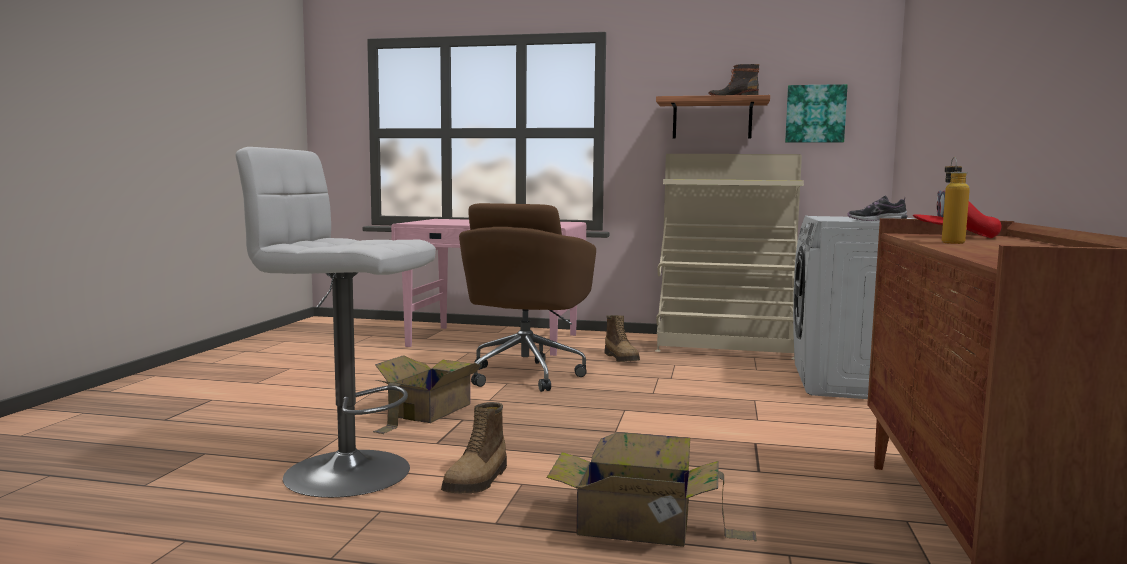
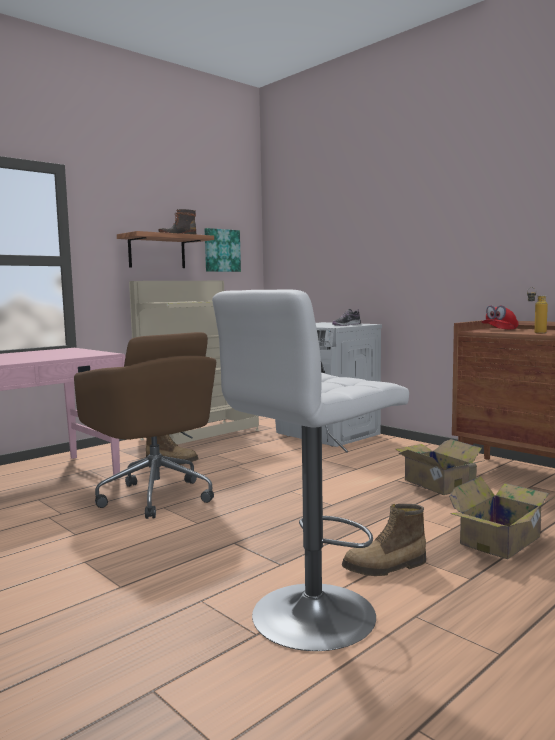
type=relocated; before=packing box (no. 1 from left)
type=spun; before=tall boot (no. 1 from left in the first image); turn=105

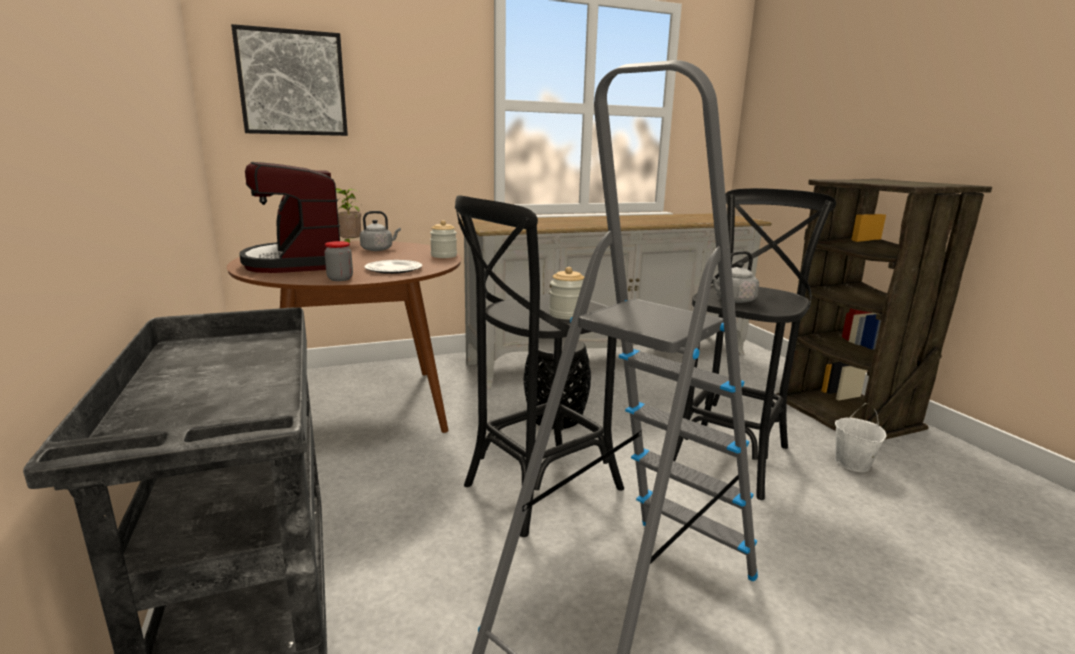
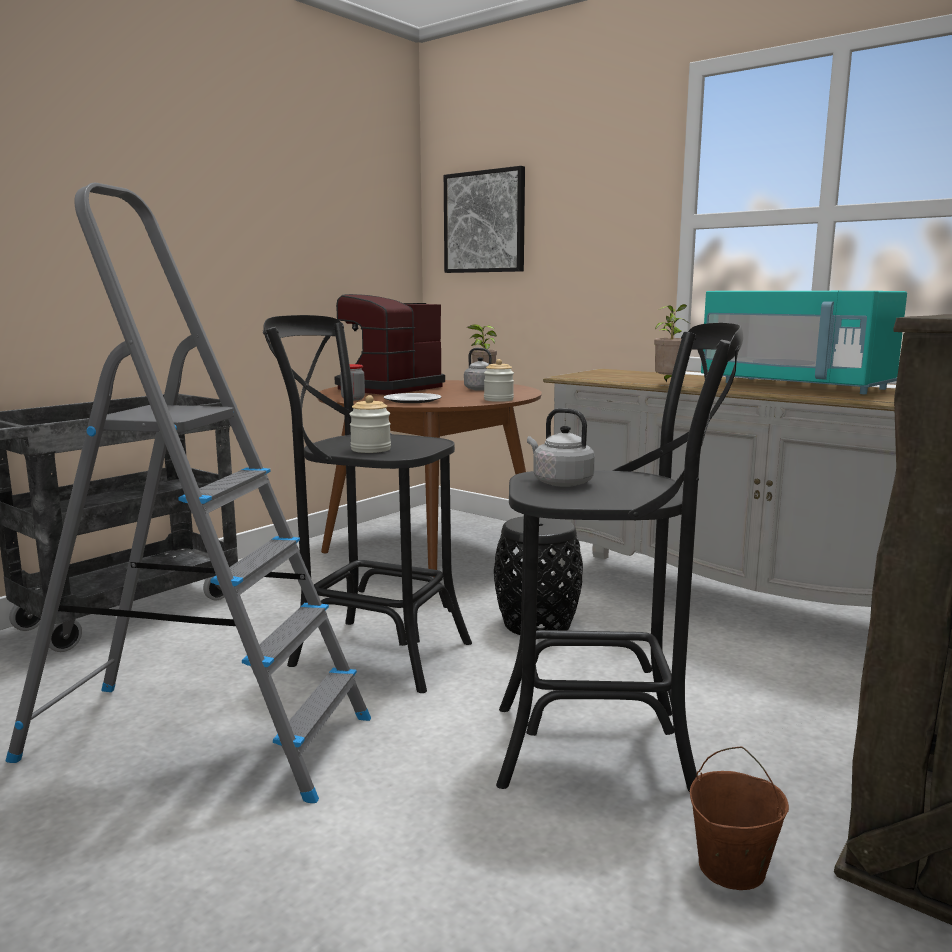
type=colour; before=white-coloured water bucket; after=brown-coloured water bucket
type=appeared; after=houseplant (no. 2 from left)
type=appeared; after=turquoise-coloured kitchen microwave

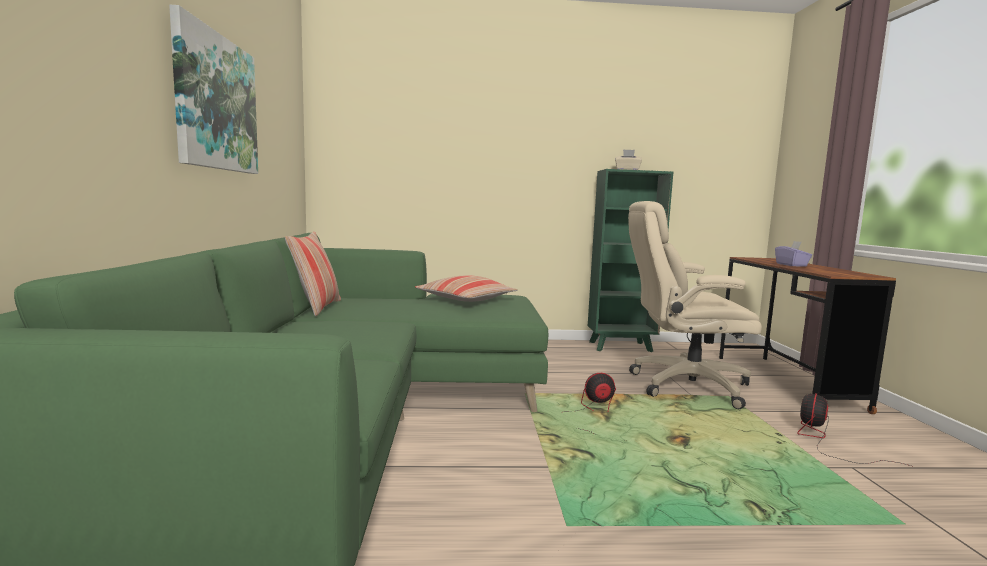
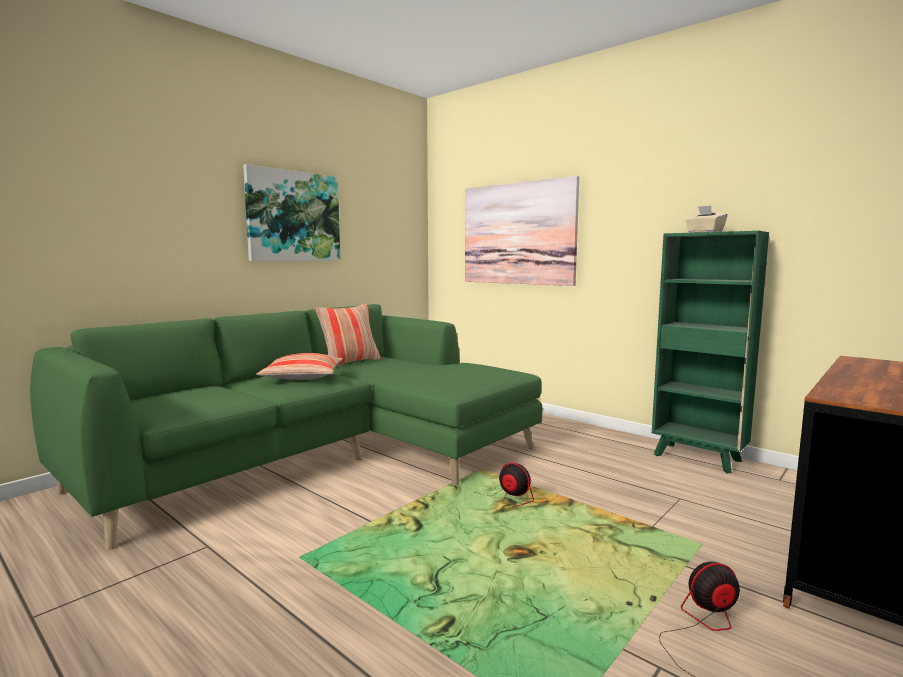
type=relocated; before=throw pillow (no. 2 from left in the first image); after=throw pillow (no. 1 from left)
type=missing; before=sand-coloured office chair
type=missing; before=purple-coloured box of tissues
type=appeared; after=picture (no. 2 from left)

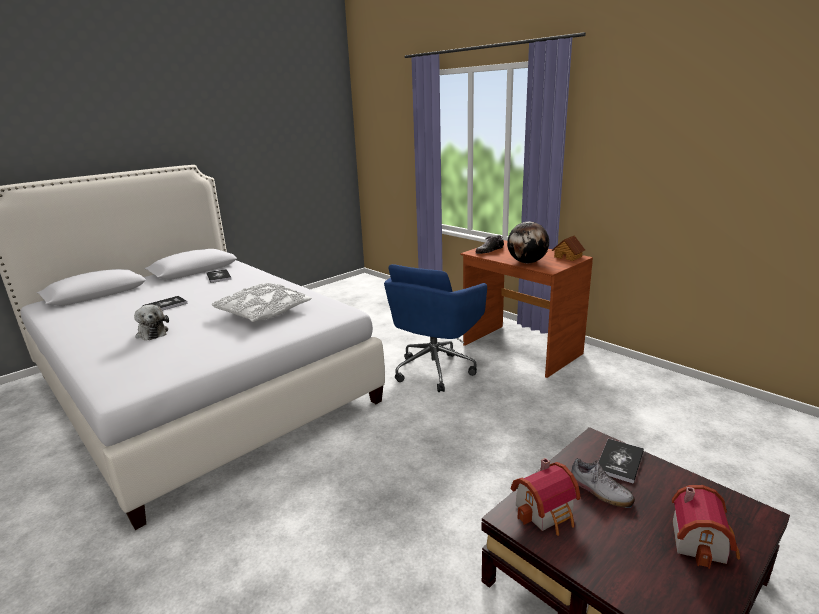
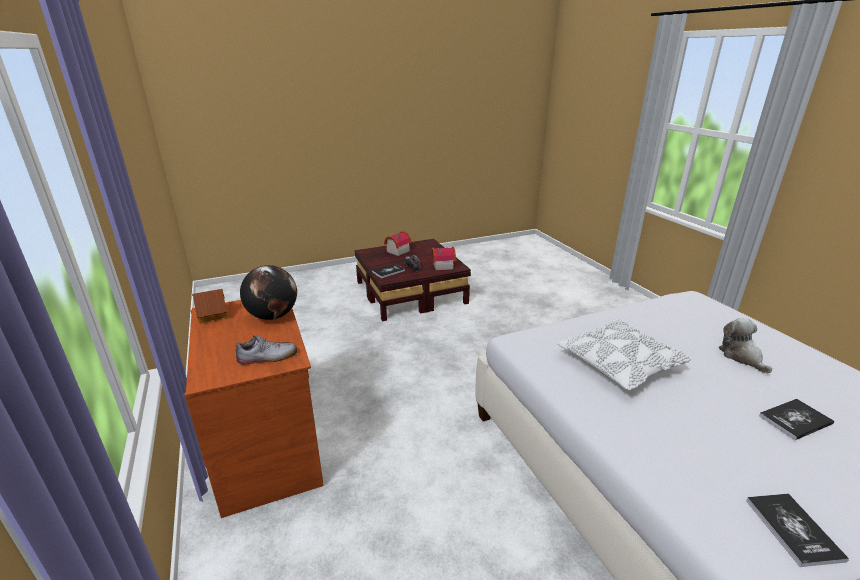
type=missing; before=bluish office chair

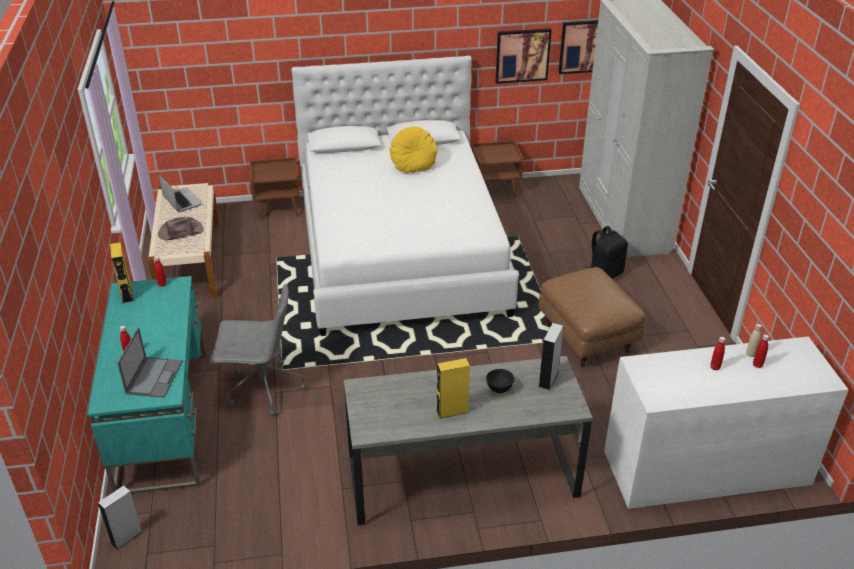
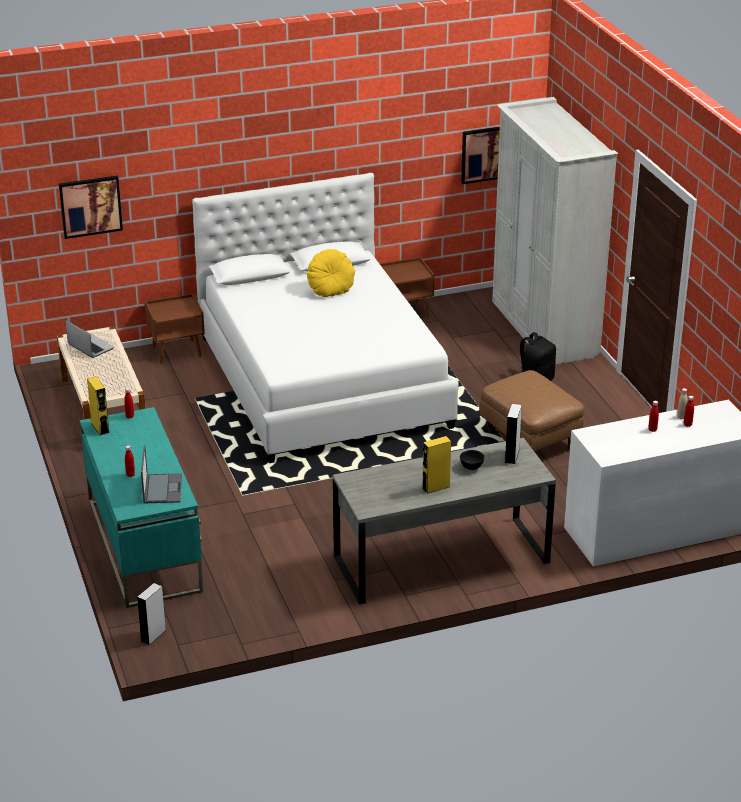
type=missing; before=brown-coloured hat
type=missing; before=greyish office chair
type=relocated; before=picture (no. 1 from left)

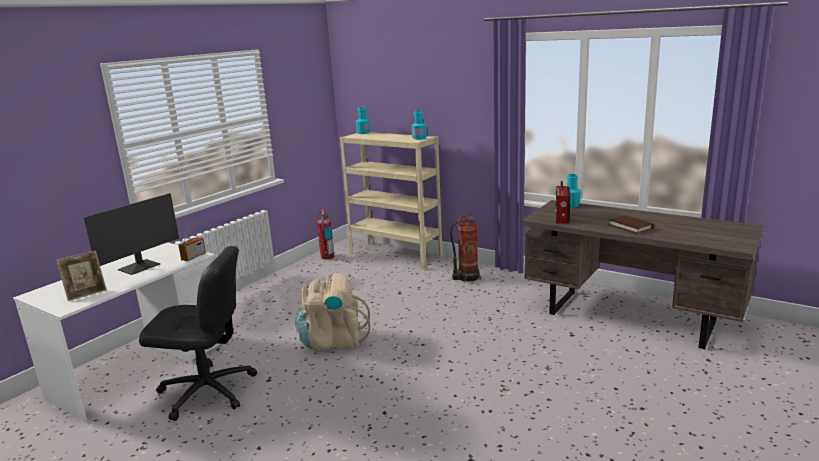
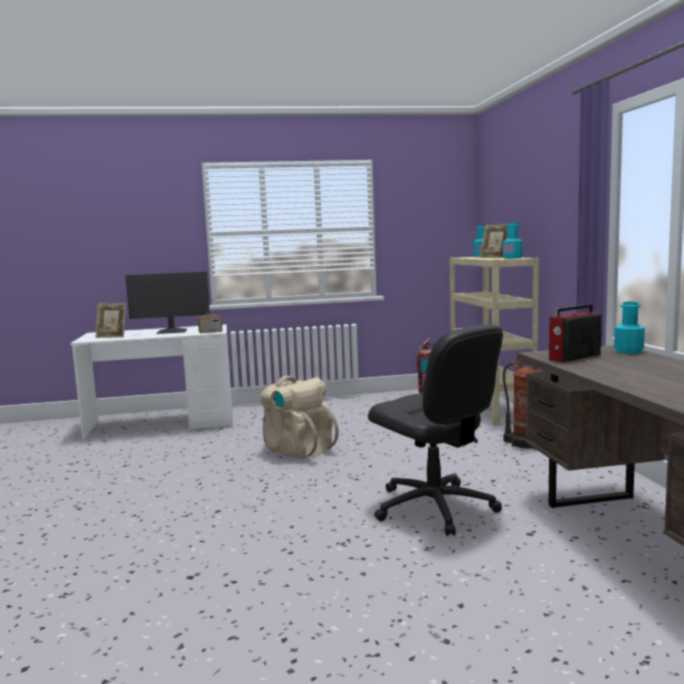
type=relocated; before=blackish office chair
type=missing; before=brown-coloured book
type=appeared; after=photo frame (no. 2 from left)

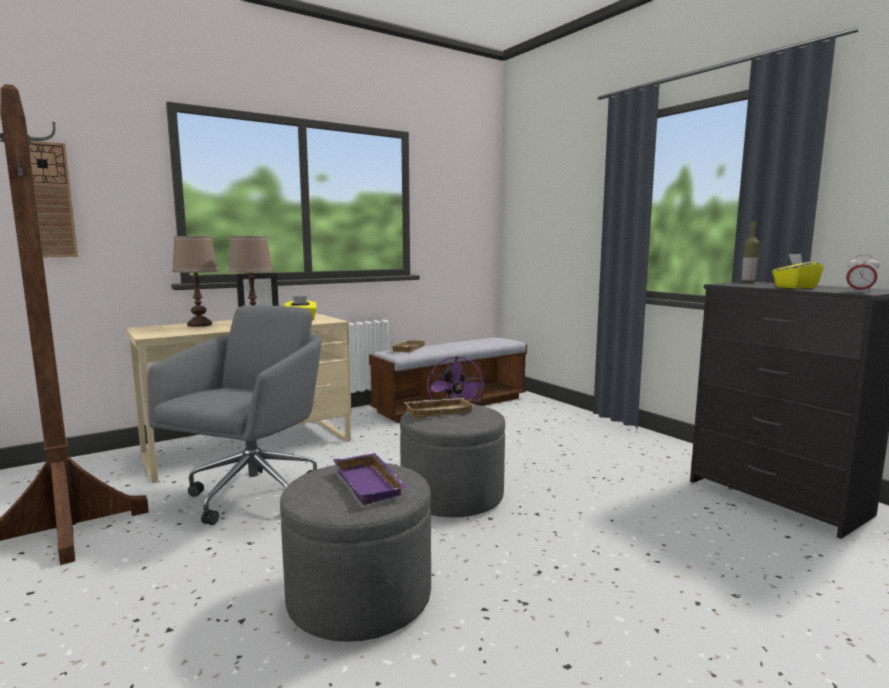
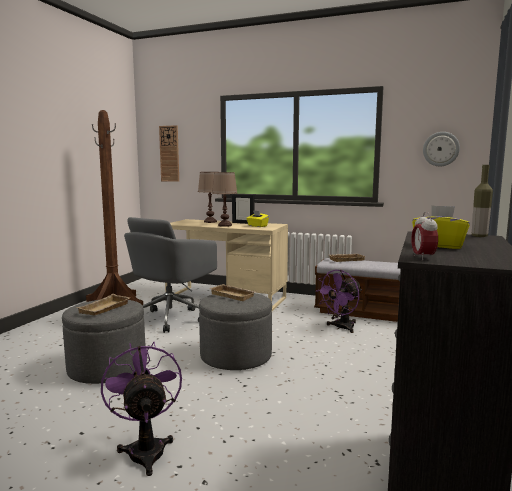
type=spun; before=greyish office chair; turn=135
type=colour; before=purple-coloured carrying tray; after=sand-coloured carrying tray (no. 1 from left)
type=appeared; after=purple-coloured fan (no. 1 from left)
type=appeared; after=clock on the wall (no. 2 from left)

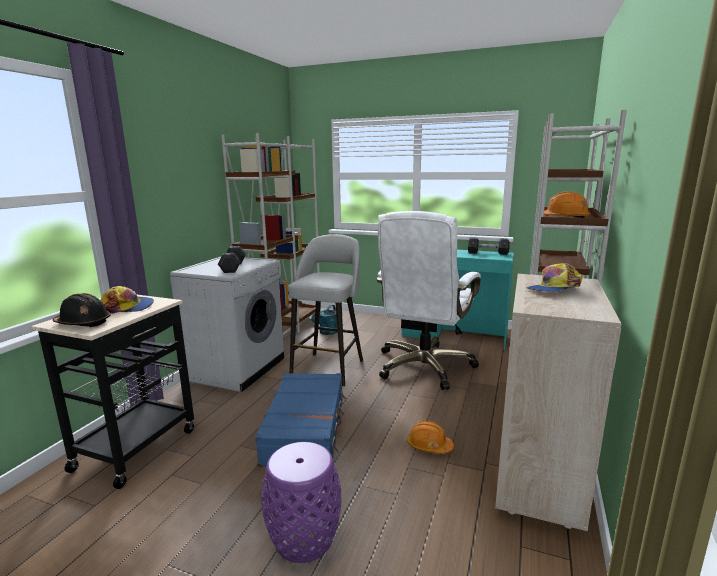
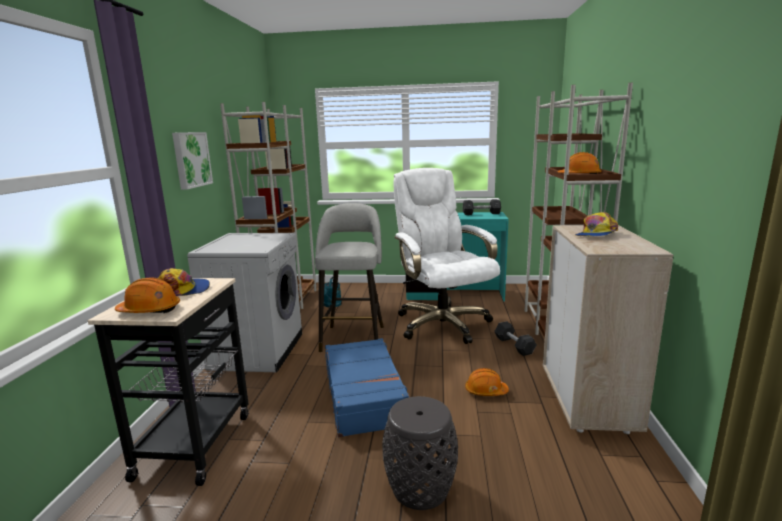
type=colour; before=blackish safety helmet; after=orange-coloured safety helmet (no. 1 from left)
type=relocated; before=greyish dumbbell (no. 1 from left in the first image); after=greyish dumbbell (no. 2 from left)
type=colour; before=purple-coloured sitting stool; after=greyish sitting stool (no. 2 from left)
type=spun; before=white-coloured office chair; turn=150
type=appeared; after=picture

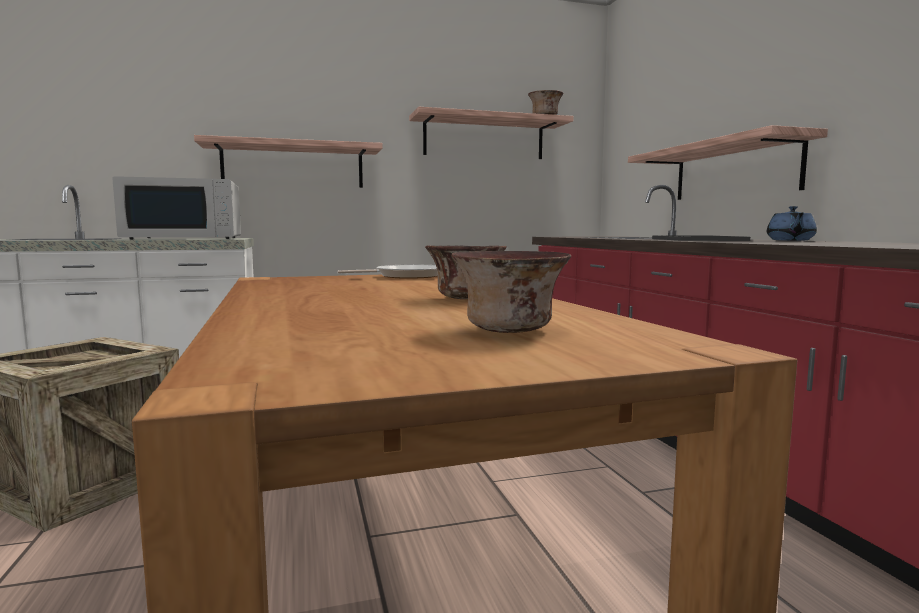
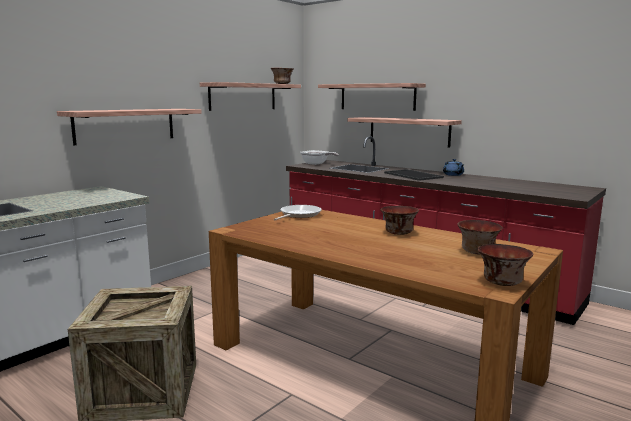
type=missing; before=white-coloured kitchen microwave
type=appeared; after=frying pan (no. 2 from left)
type=appeared; after=shelf (no. 3 from left)
type=appeared; after=serving bowl (no. 4 from left)

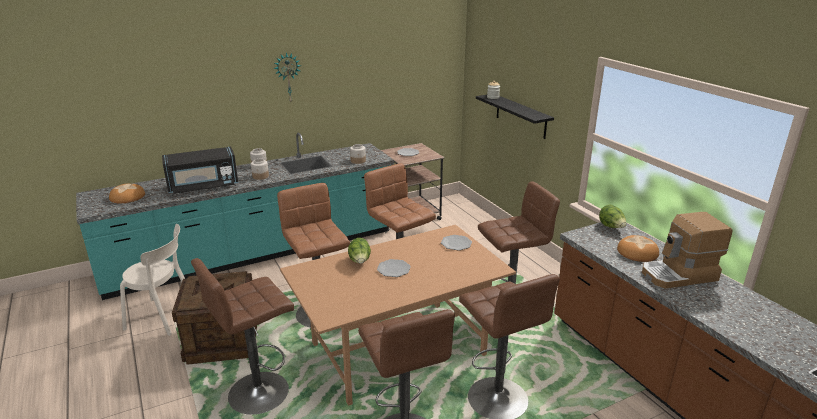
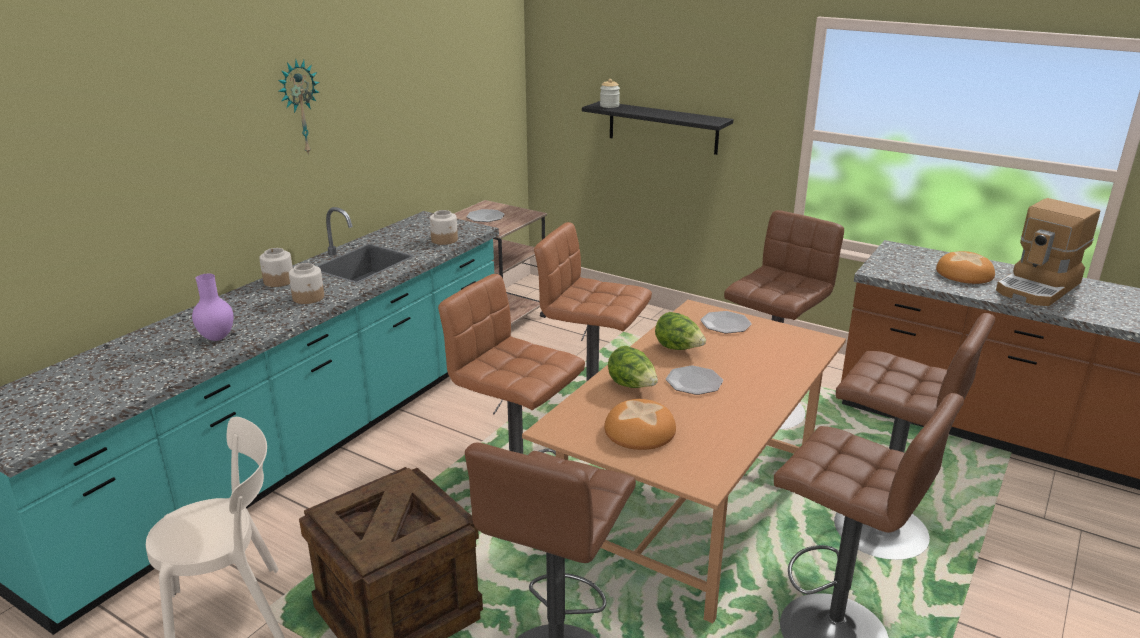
type=relocated; before=bread (no. 1 from left)
type=exchanged; before=blackish kitchen microwave; after=purple-coloured flower vase
type=relocated; before=head of lettuce (no. 2 from left)

